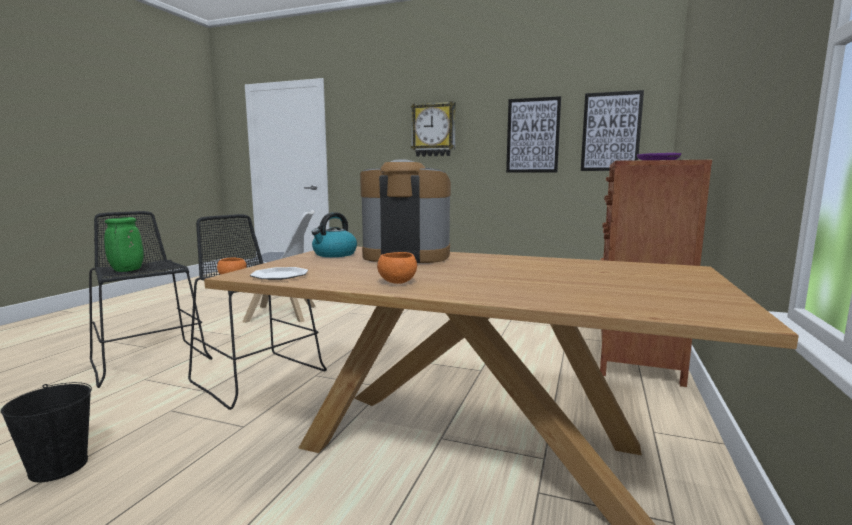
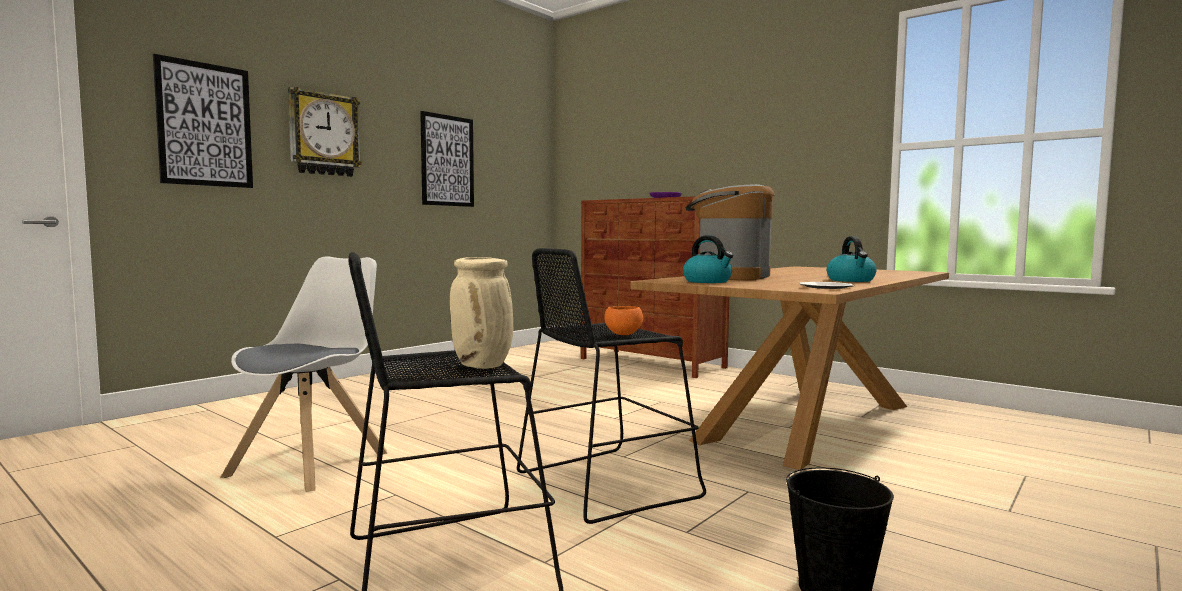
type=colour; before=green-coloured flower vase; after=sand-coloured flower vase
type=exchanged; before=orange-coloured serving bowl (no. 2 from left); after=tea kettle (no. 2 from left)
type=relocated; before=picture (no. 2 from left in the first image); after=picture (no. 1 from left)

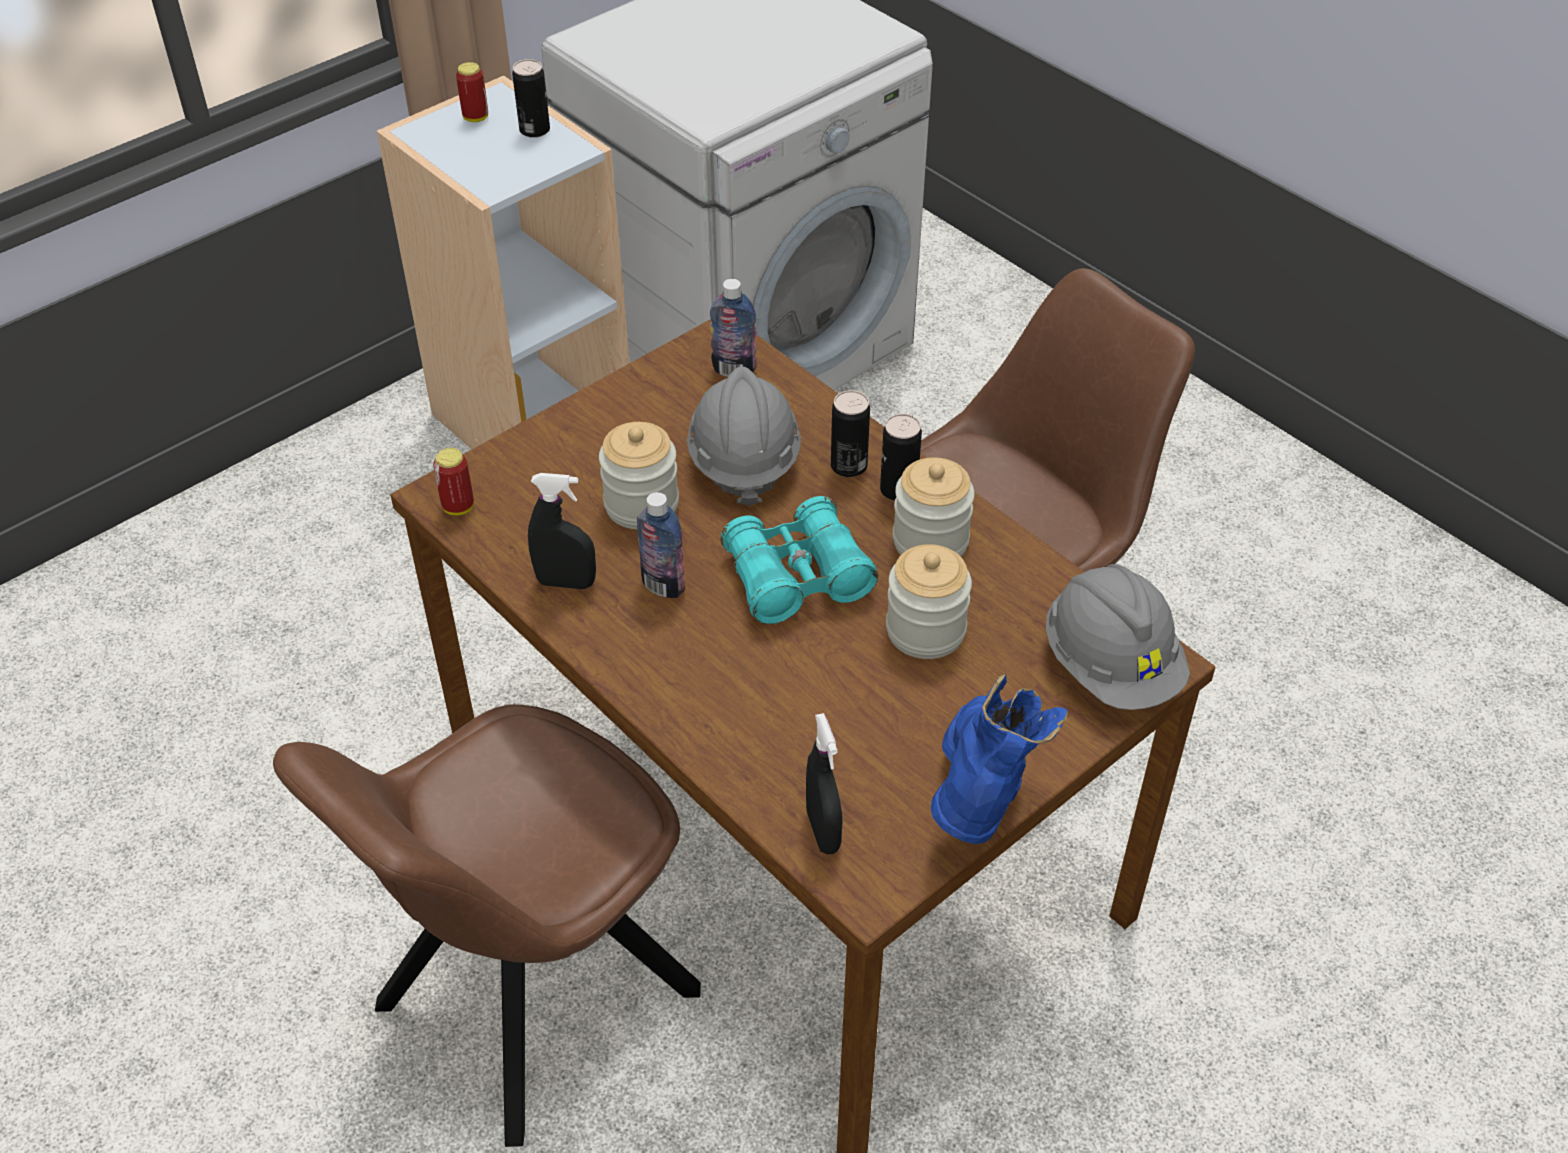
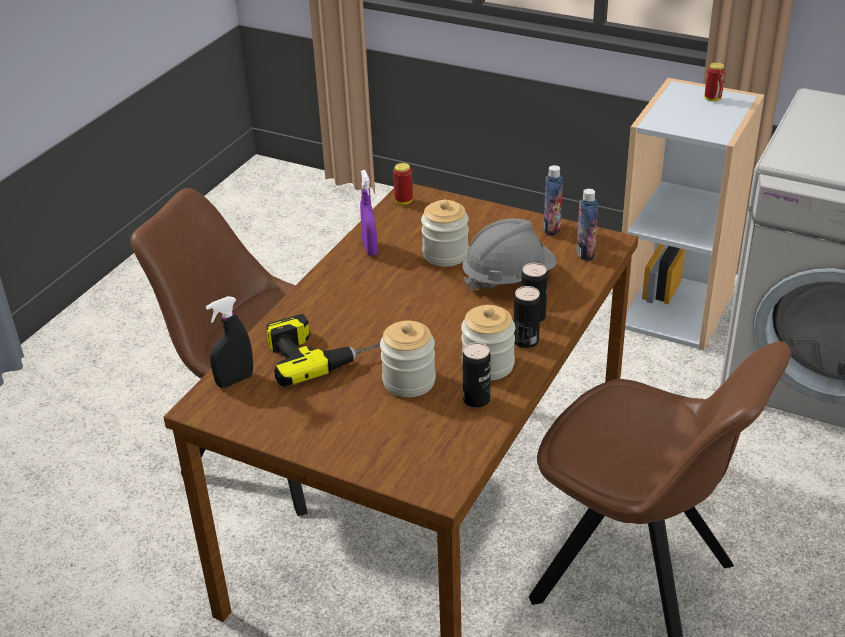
type=relocated; before=sealed can (no. 3 from left in the first image); after=sealed can (no. 2 from left)
type=colour; before=blackish spray bottle (no. 1 from left); after=purple-coloured spray bottle
type=relocated; before=bottle (no. 1 from left)
type=missing; before=turquoise-coloured binoculars
type=missing; before=bluish tall boot
type=missing; before=greyish safety helmet (no. 2 from left)
type=appeared; after=drill

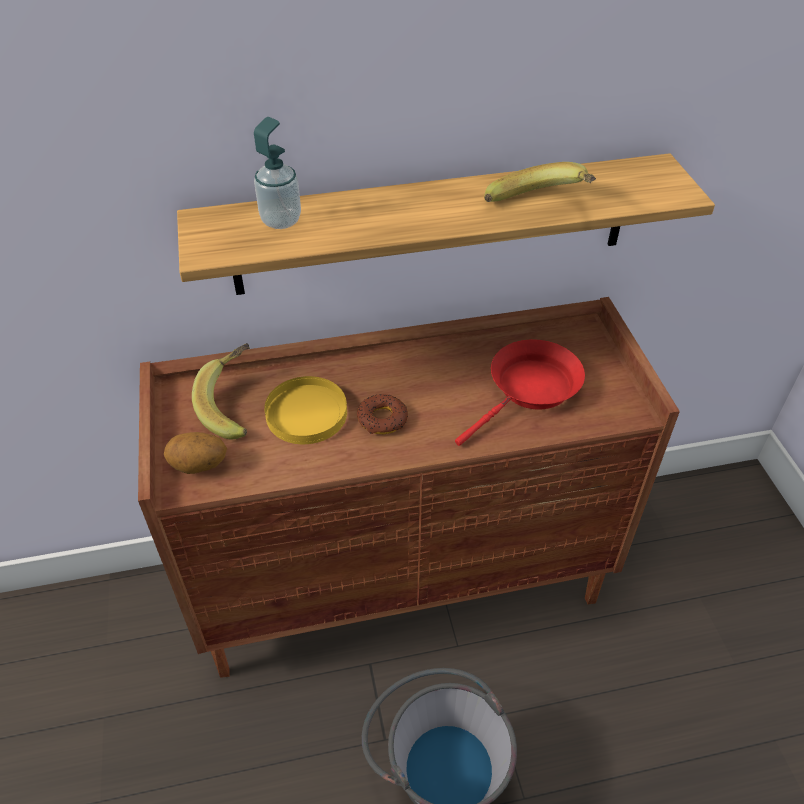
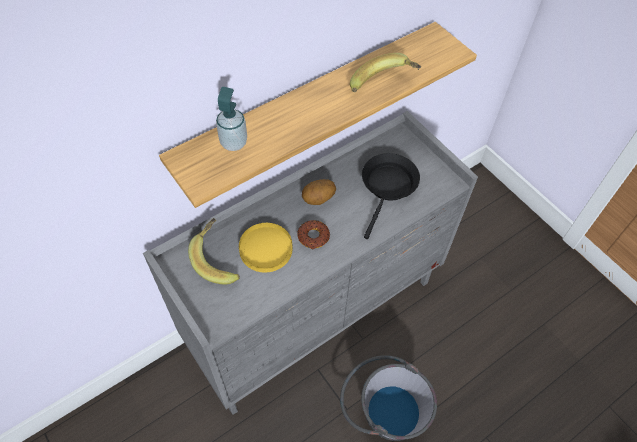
type=colour; before=brown-coloured cupboard; after=greyish cupboard
type=relocated; before=whole potato
type=colour; before=reddish frying pan; after=blackish frying pan

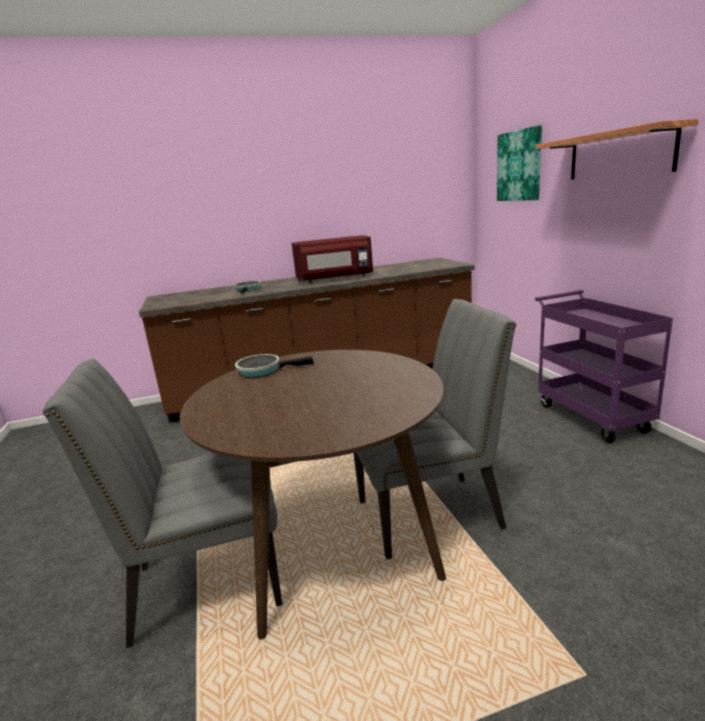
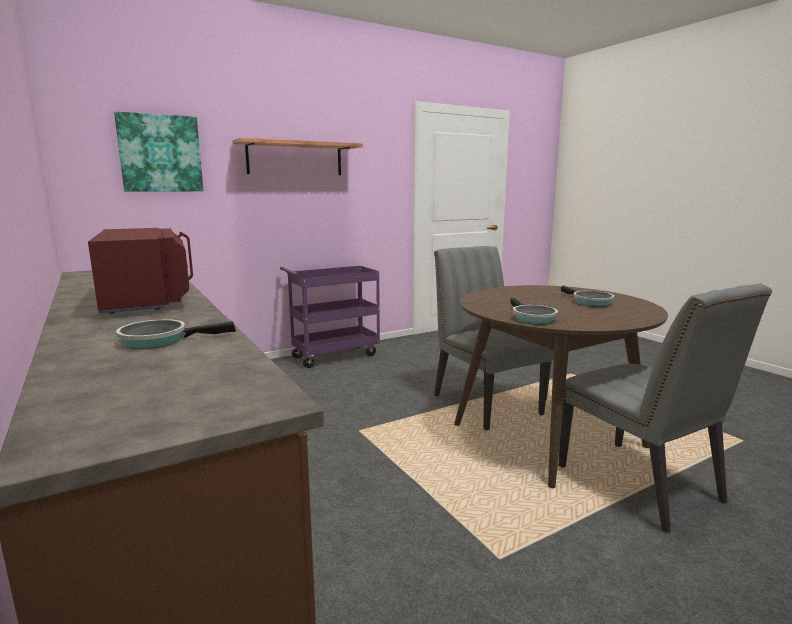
type=appeared; after=frying pan (no. 3 from left)

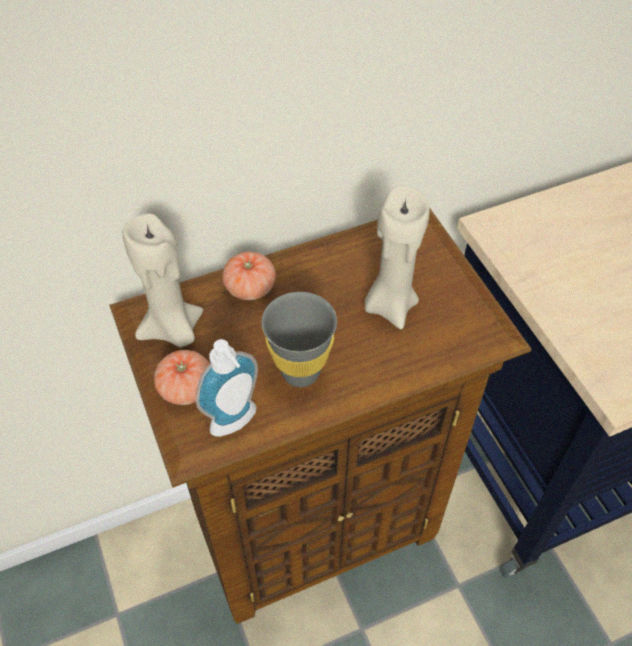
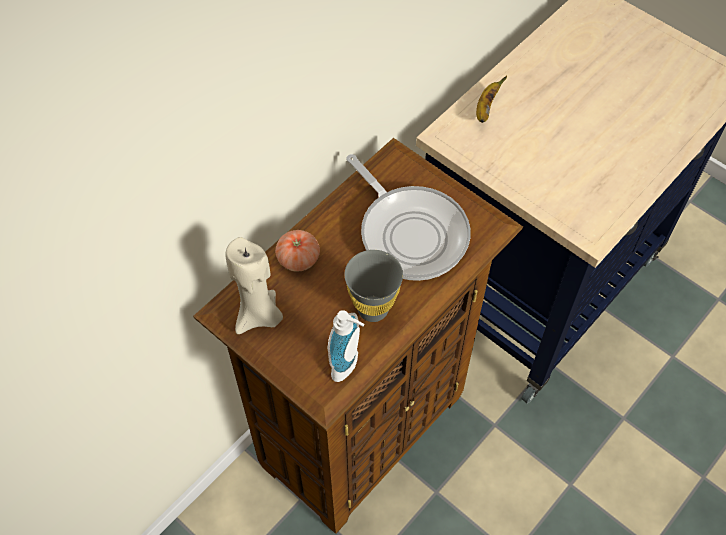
type=missing; before=whole tomato (no. 1 from left)
type=exchanged; before=sand-coloured wax light (no. 2 from left); after=frying pan
type=appeared; after=banana

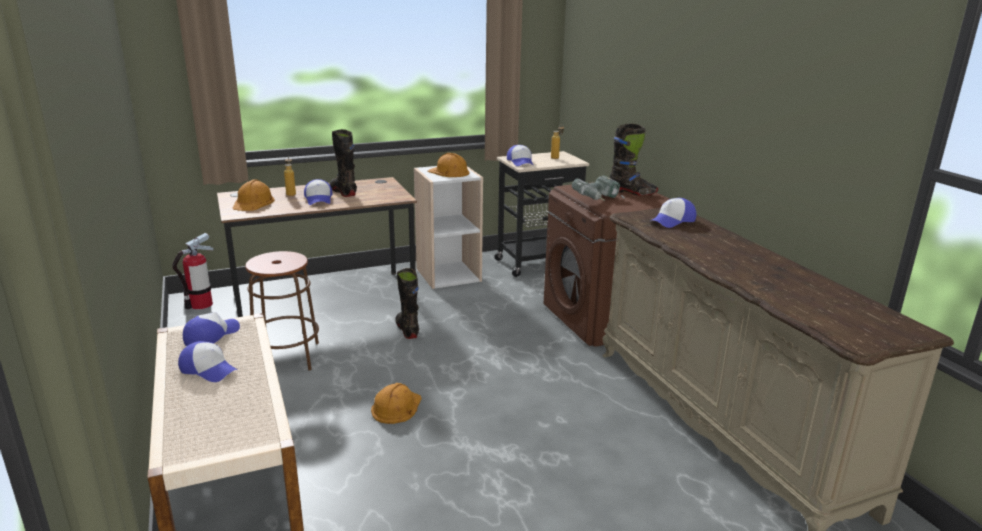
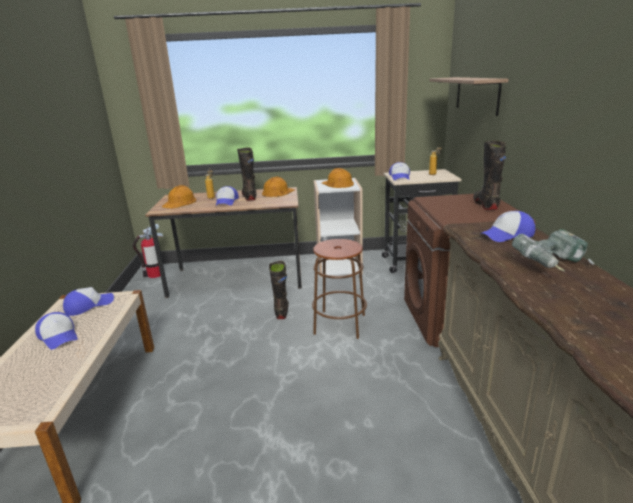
type=relocated; before=brown-coloured sitting stool
type=relocated; before=orange-coloured safety helmet (no. 2 from left)
type=relocated; before=drill
type=spun; before=blackish tall boot (no. 3 from left); turn=-135
type=appeared; after=shelf

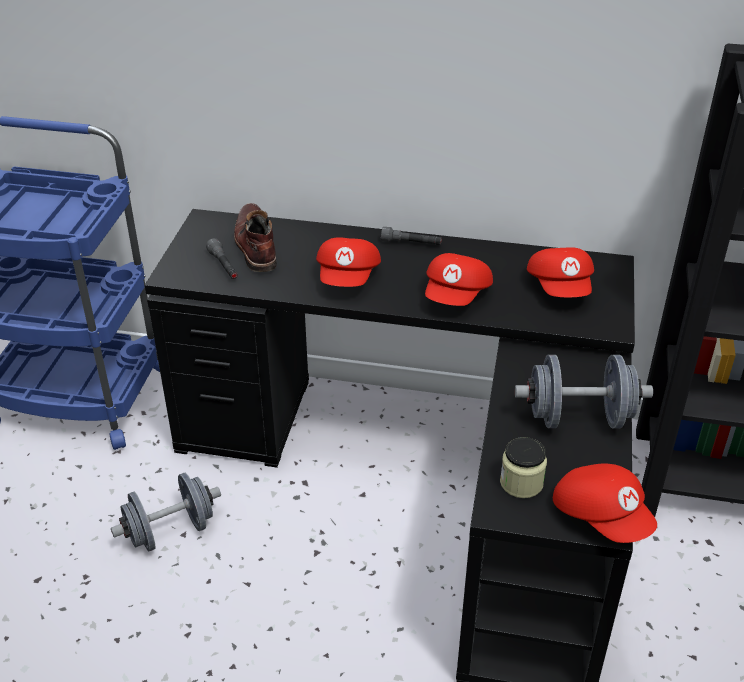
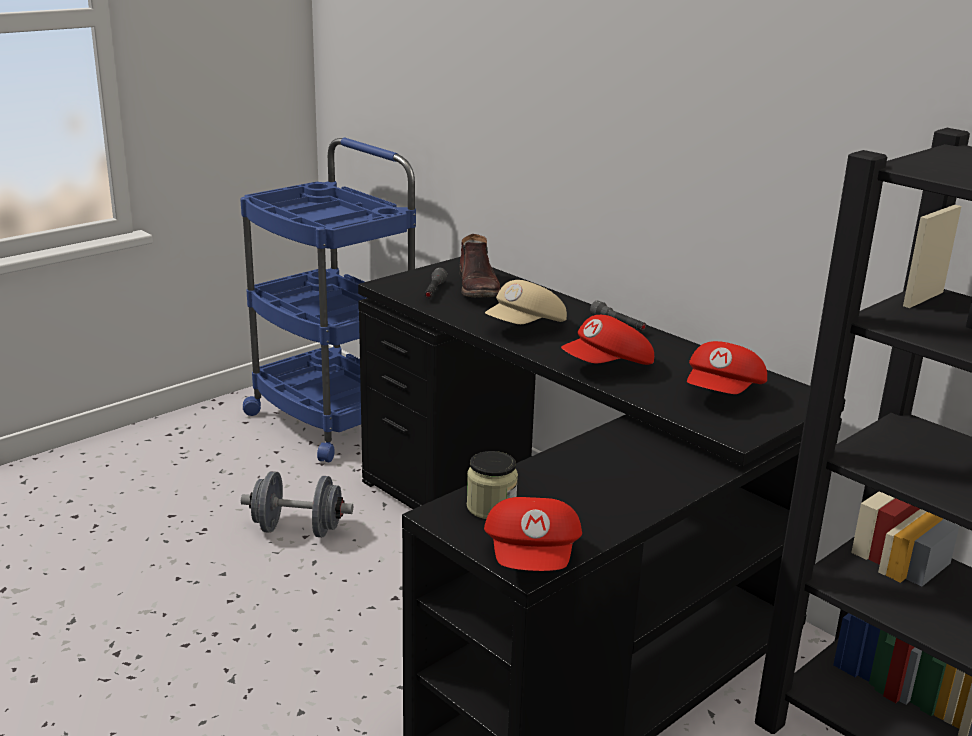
type=spun; before=brown-coloured tall boot; turn=150
type=colour; before=reddish peaked cap (no. 1 from left); after=sand-coloured peaked cap
type=missing; before=greyish dumbbell (no. 2 from left)

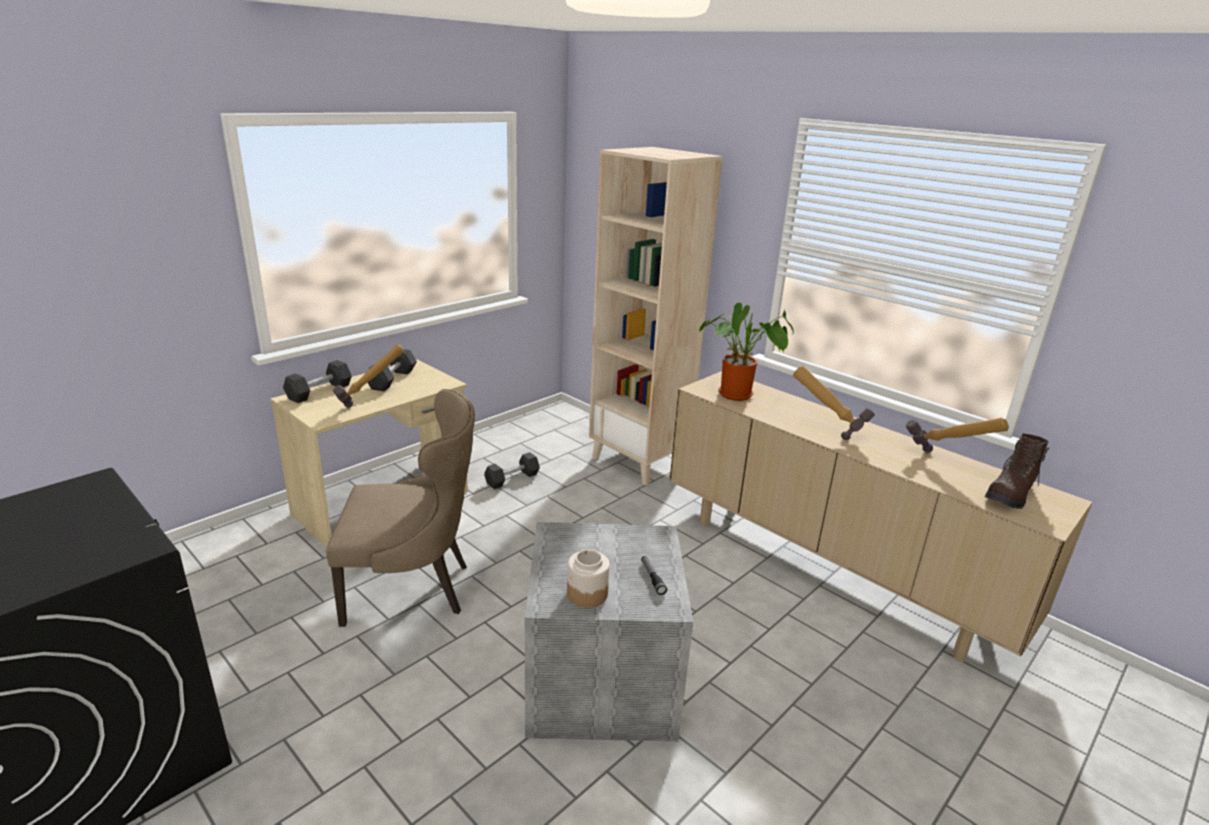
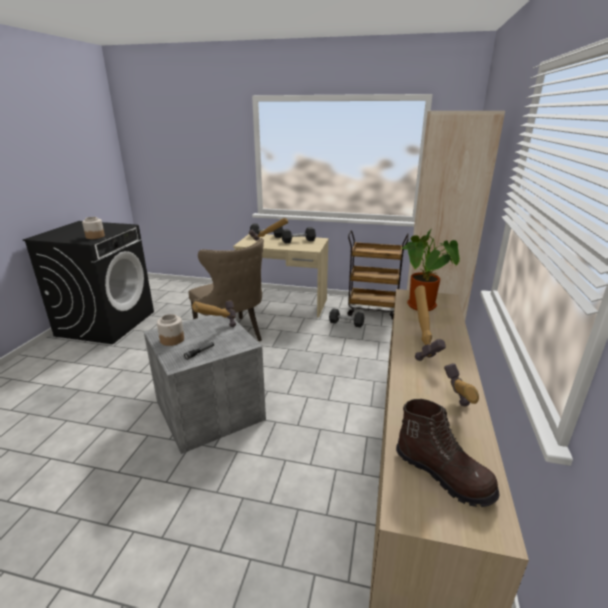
type=spun; before=brown-coloured tall boot; turn=-150
type=appeared; after=preserve jar (no. 1 from left)
type=appeared; after=hand hammer (no. 1 from left)
type=appeared; after=brown-coloured trolley

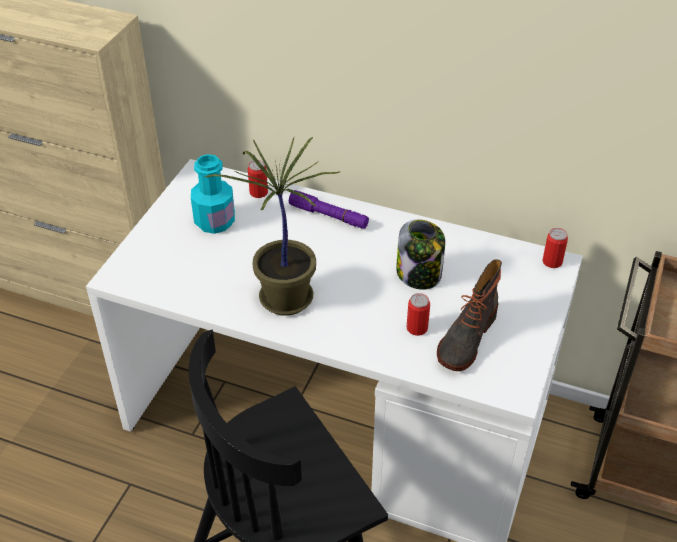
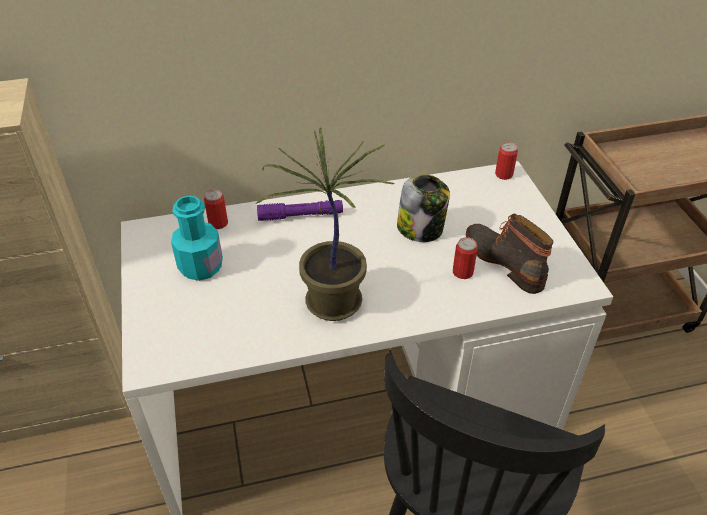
type=spun; before=tall boot; turn=150

